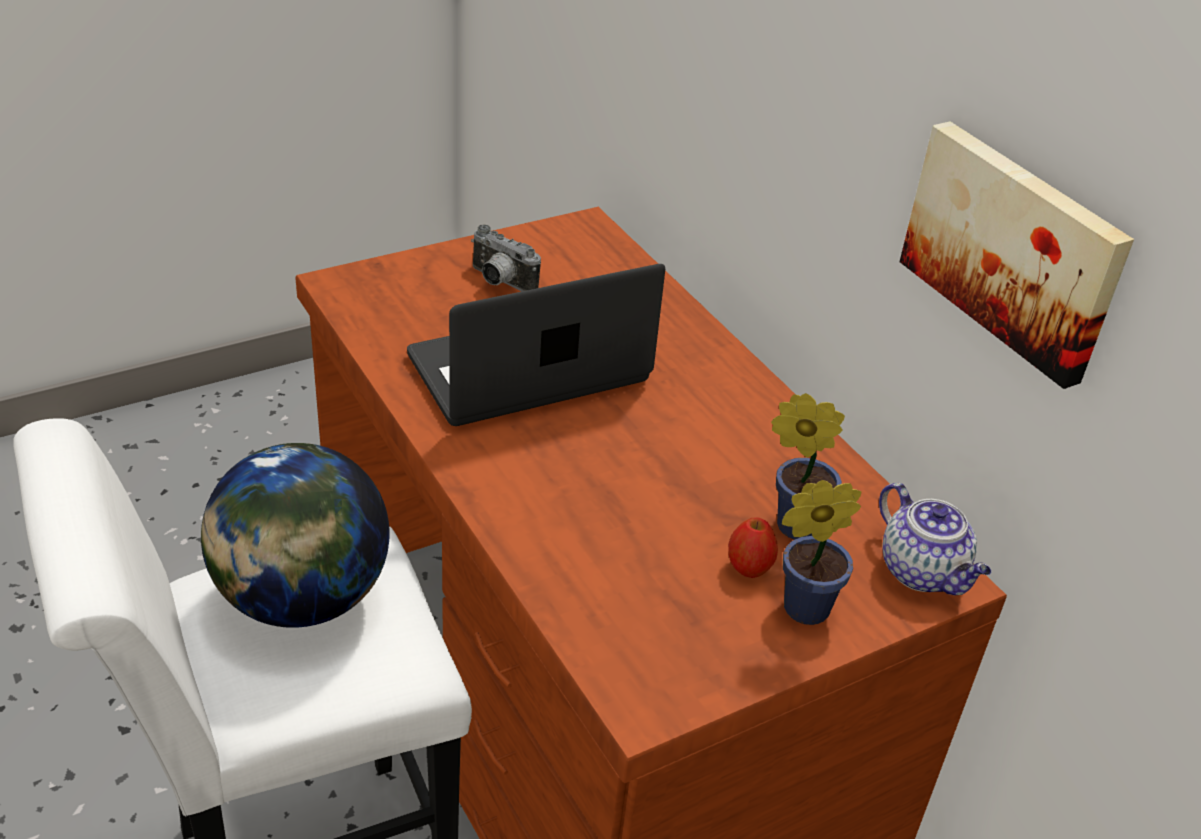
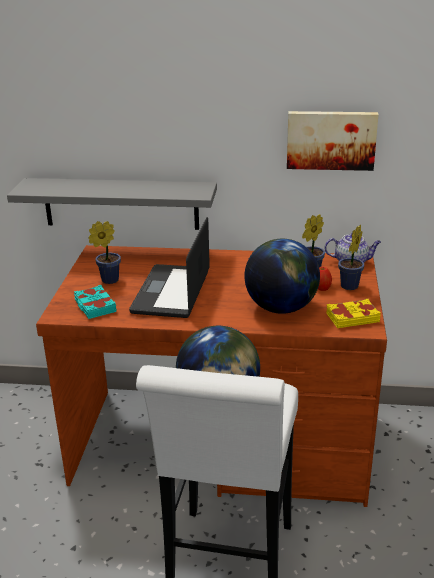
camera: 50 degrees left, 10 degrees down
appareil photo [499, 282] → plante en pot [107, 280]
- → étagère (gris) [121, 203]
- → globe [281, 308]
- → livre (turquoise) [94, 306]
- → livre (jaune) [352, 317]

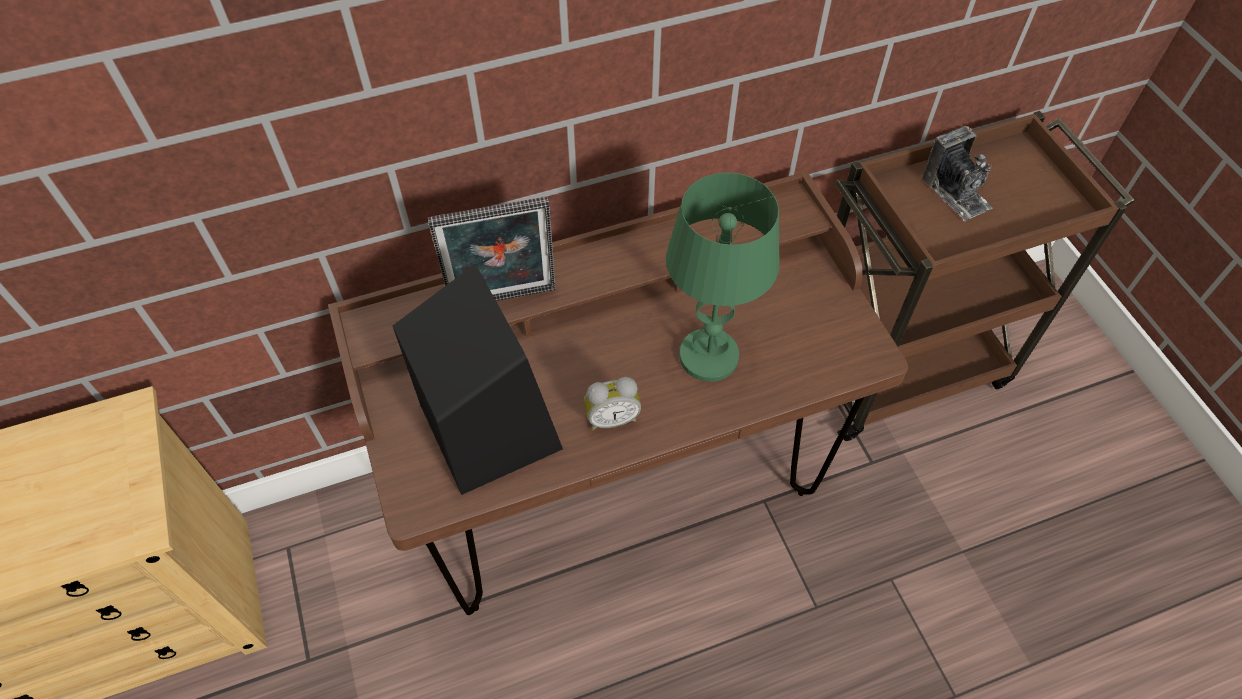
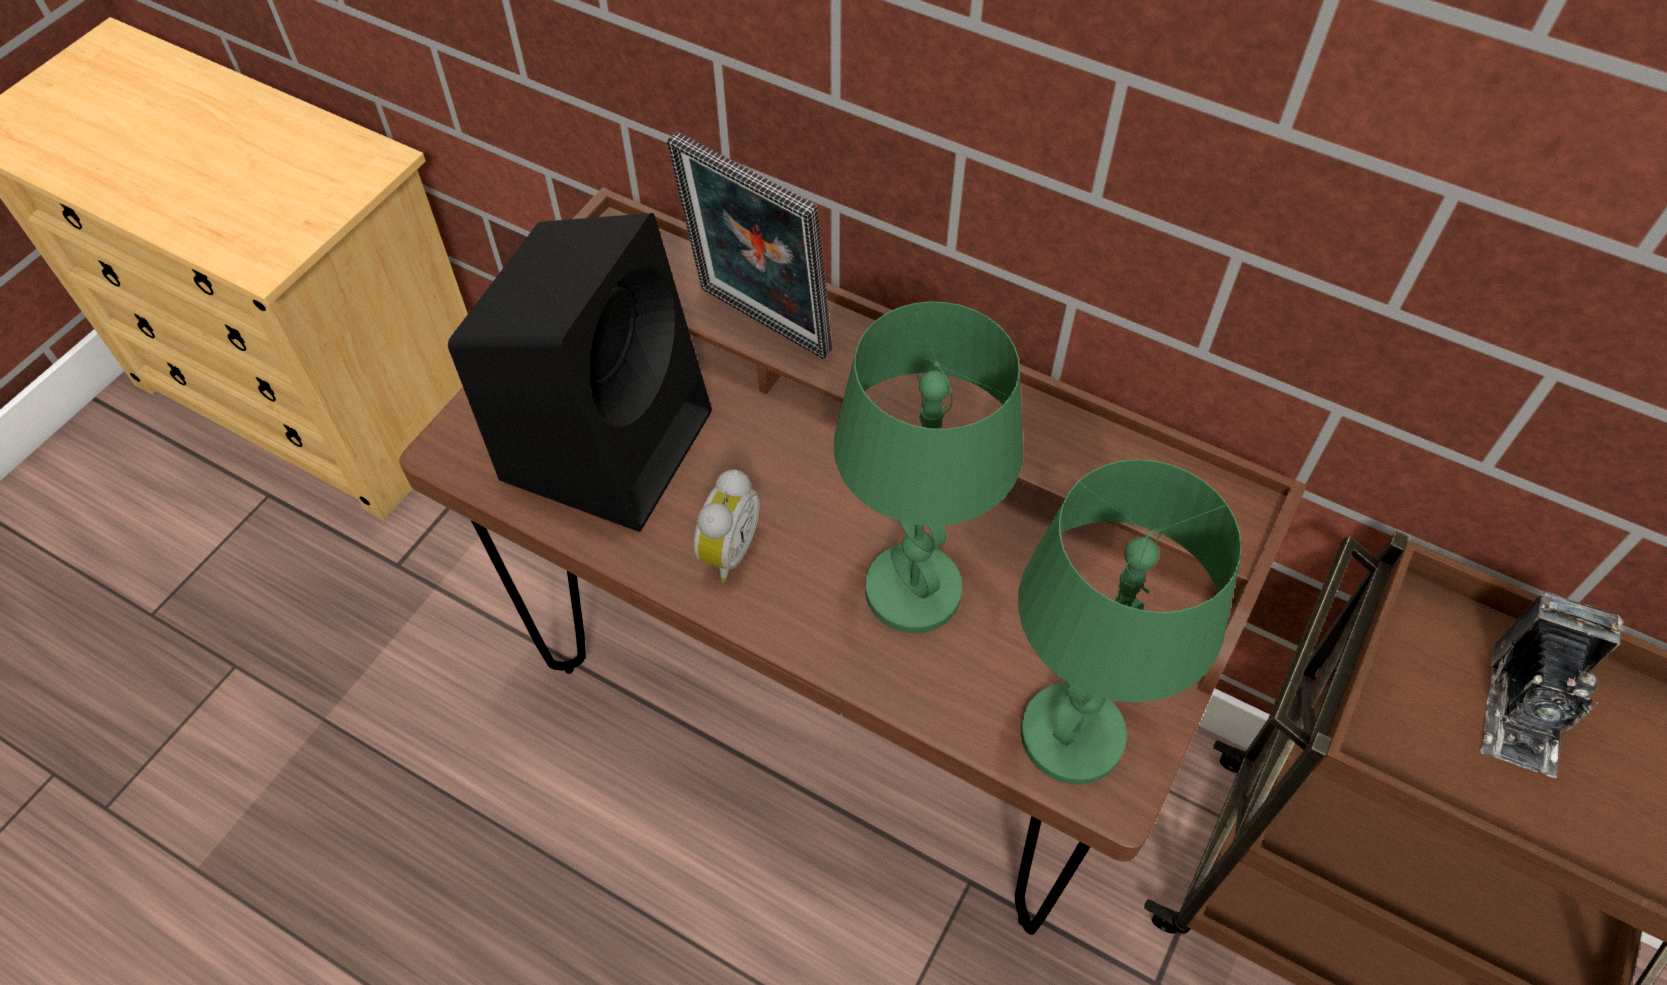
camera: 50 degrees right, 0 degrees up
réveil [611, 418] → réveil [725, 550], 105 degrees counterclockwise
- → lampe de table (vert) [1072, 733]

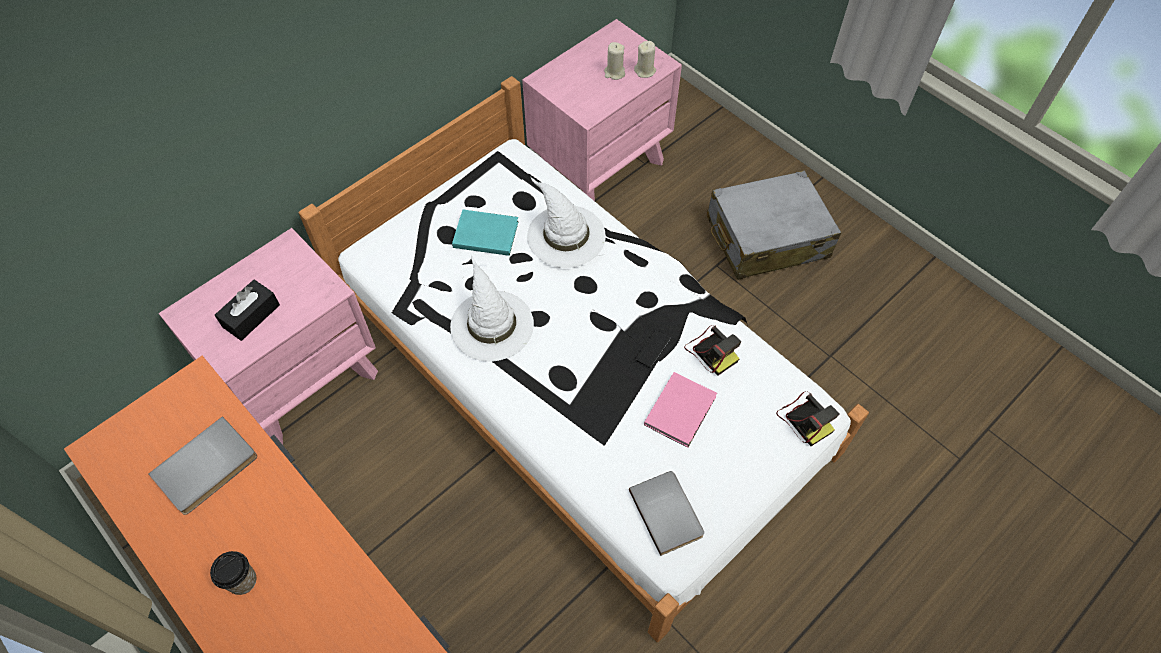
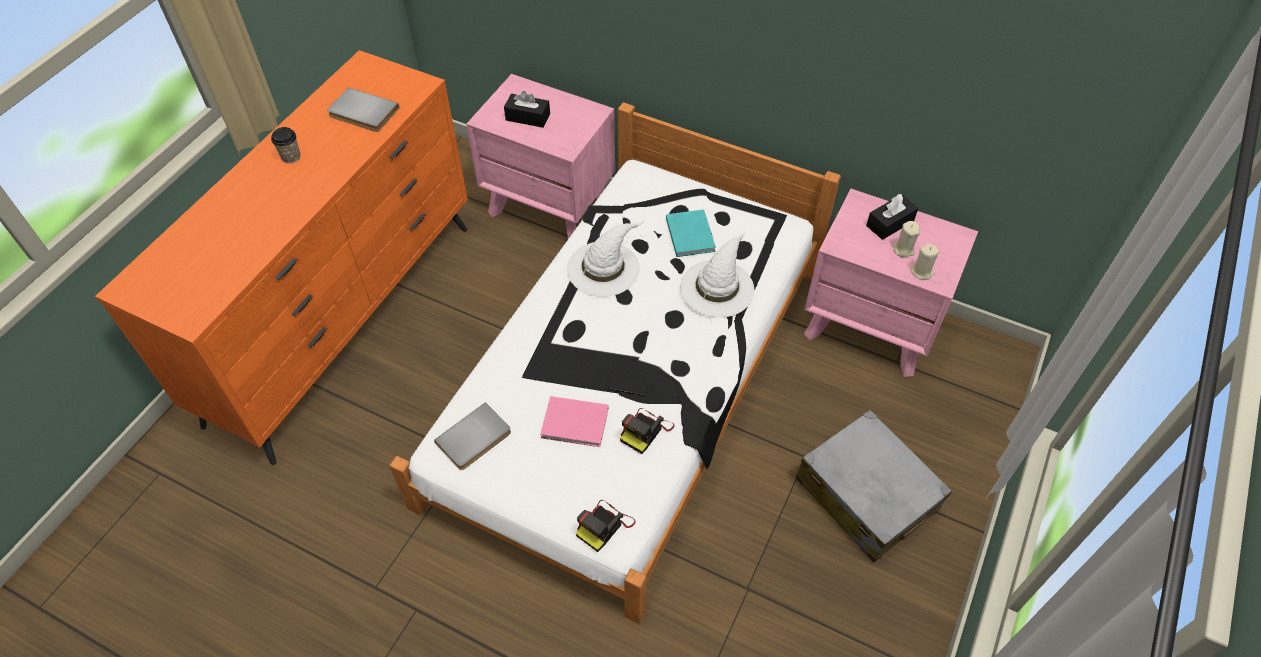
camera: 70 degrees right, 5 degrees down
- → boîte à mouchoirs (noir) [890, 223]

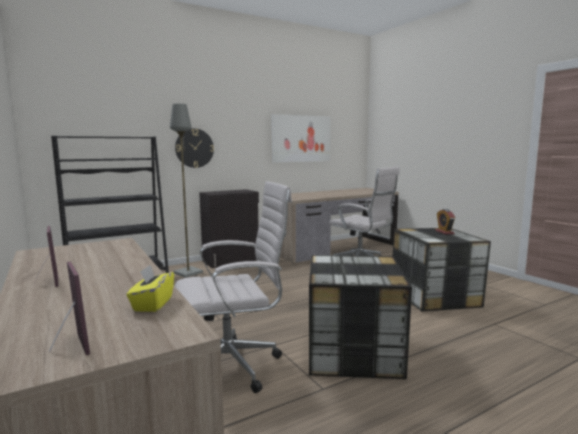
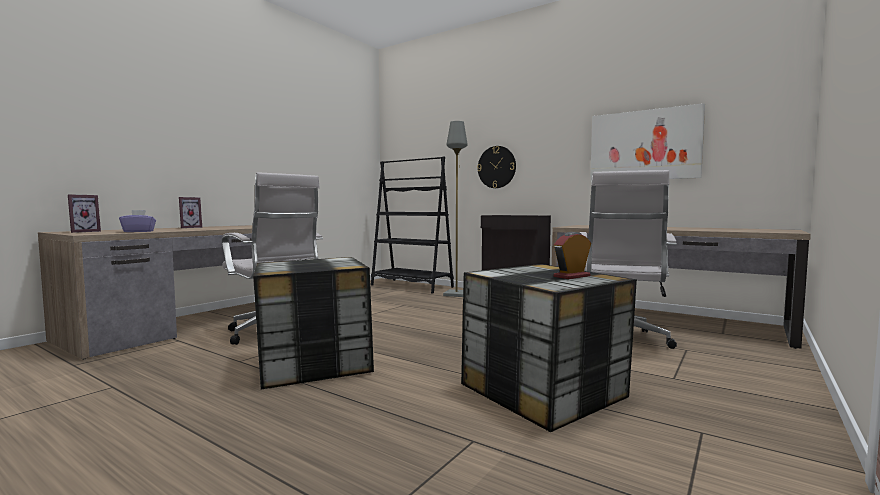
camera: 65 degrees right, 5 degrees down
boîte à mouchoirs (jaune) [152, 304] → boîte à mouchoirs (violet) [139, 231]

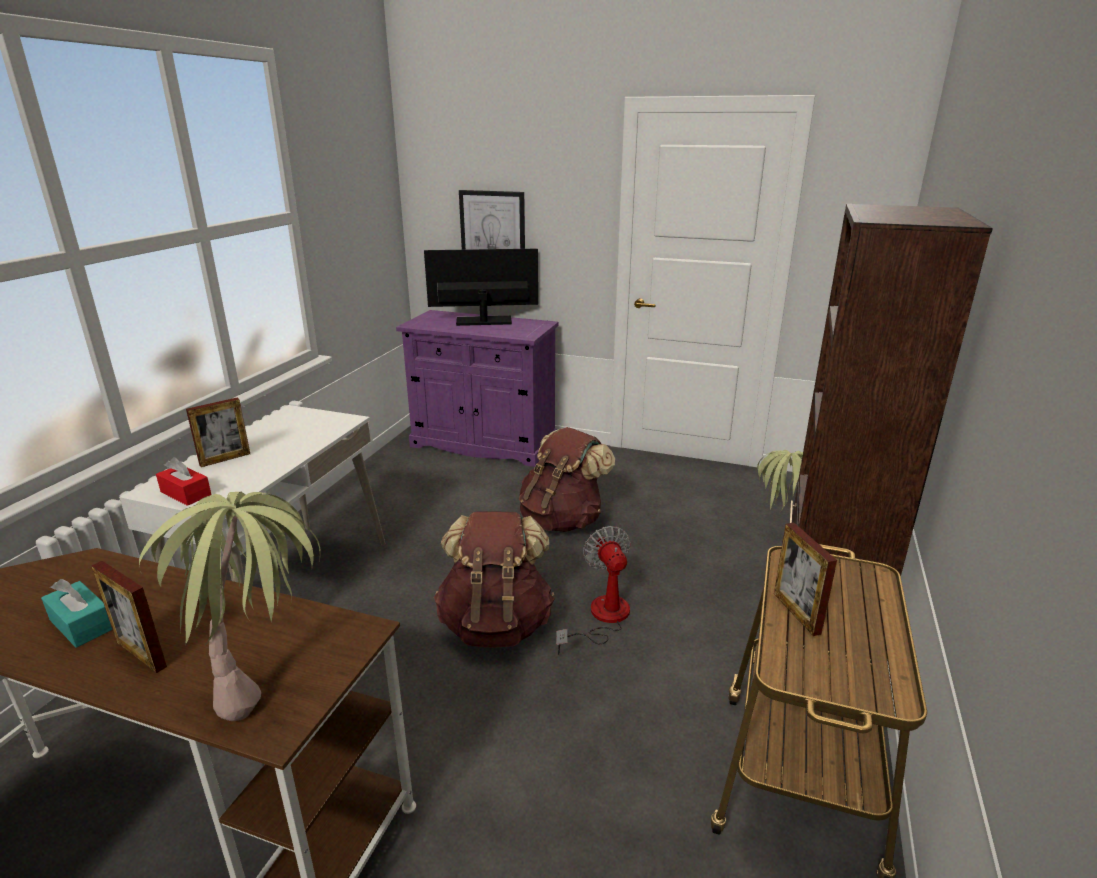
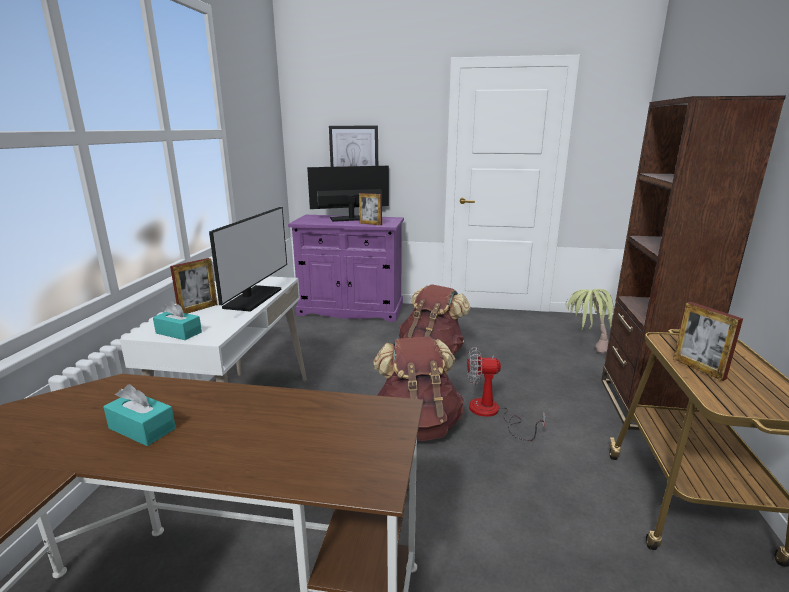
camera: 10 degrees left, 5 degrees down
boîte à mouchoirs (rouge) [186, 493] → boîte à mouchoirs (turquoise) [178, 332]
plante en pot [263, 674] → -
ventilateur [601, 618] → ventilateur [492, 413], 60 degrees counterclockwise
cadre photo [141, 654] → cadre photo [370, 224], moved
- → écran d'ordinateur [253, 298]

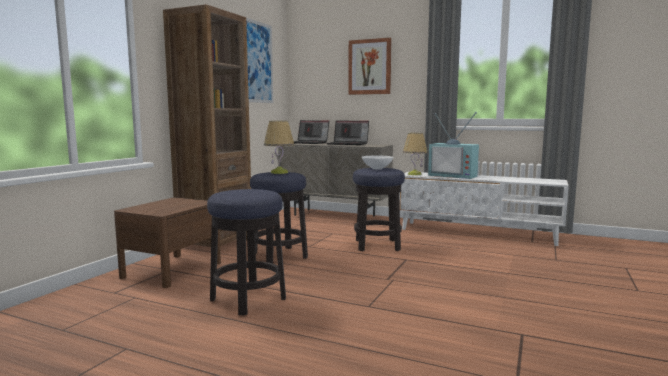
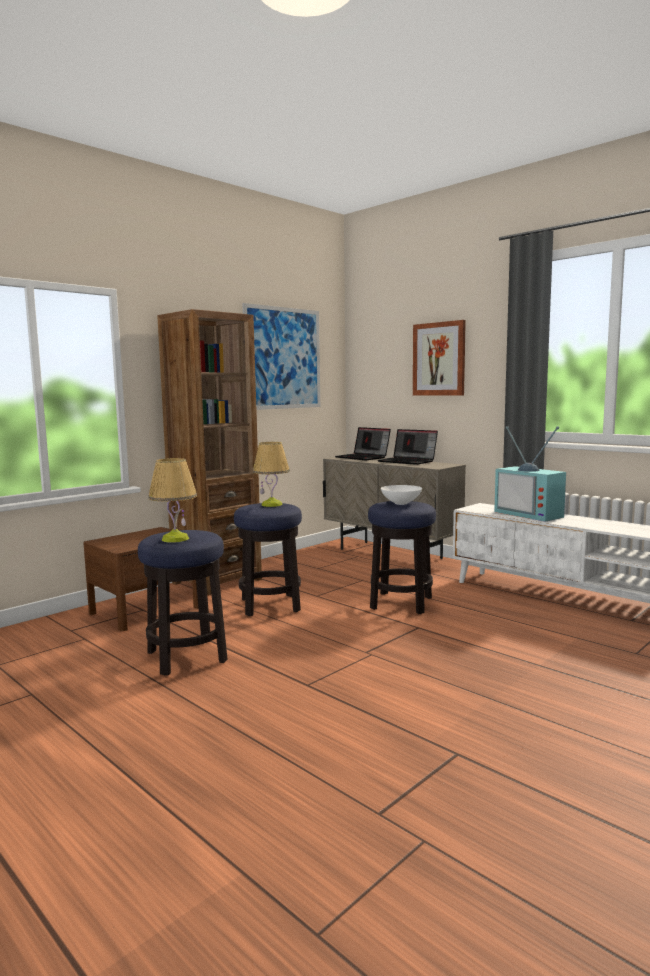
camera: 20 degrees right, 0 degrees up
lampe de table [414, 174] → lampe de table [175, 539], moved

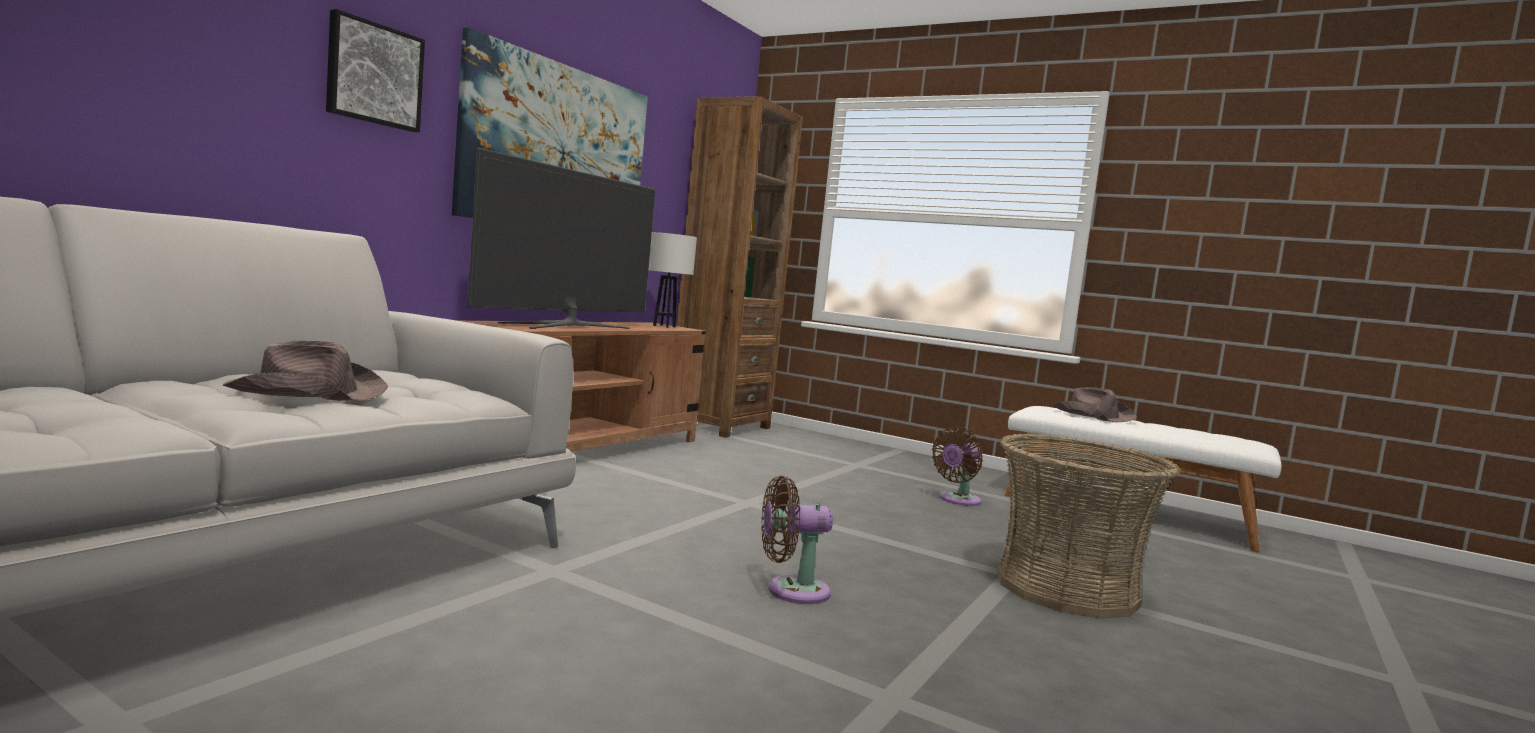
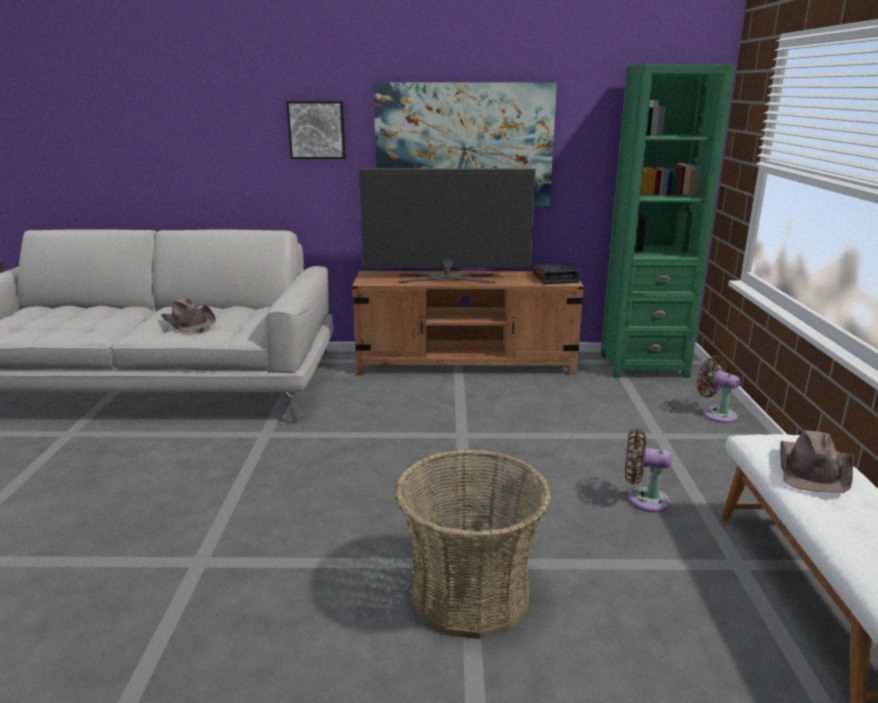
camera: 60 degrees right, 15 degrees up
bibliothèque (marron) [719, 426] → bibliothèque (vert) [643, 365]
lampe de table (blanc) [664, 326] → réveil [555, 278]
ventilateur (marron) [791, 591] → ventilateur (marron) [716, 414], moved

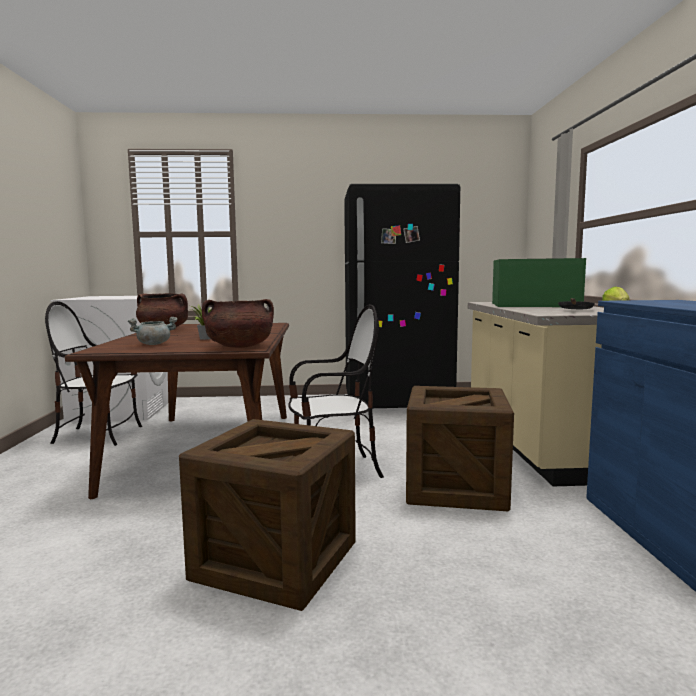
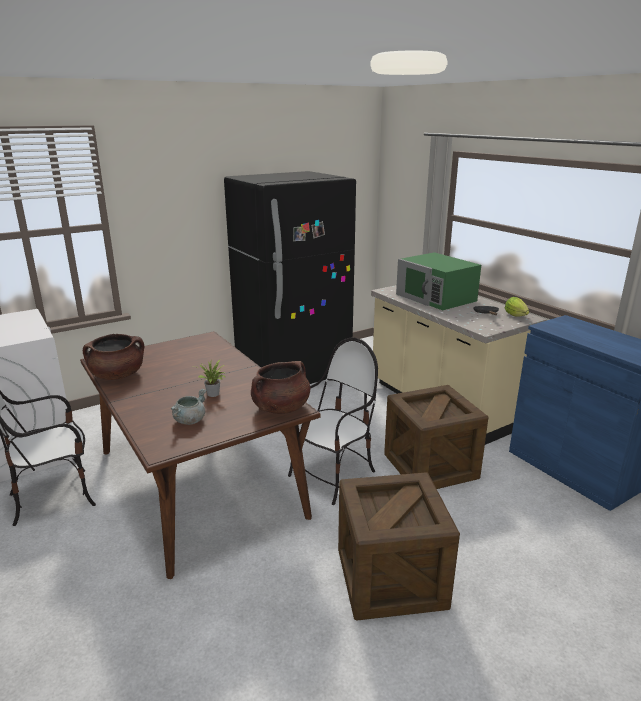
camera: 30 degrees left, 15 degrees up
micro-ondes (vert) [533, 305] → micro-ondes (vert) [436, 297], 105 degrees counterclockwise

